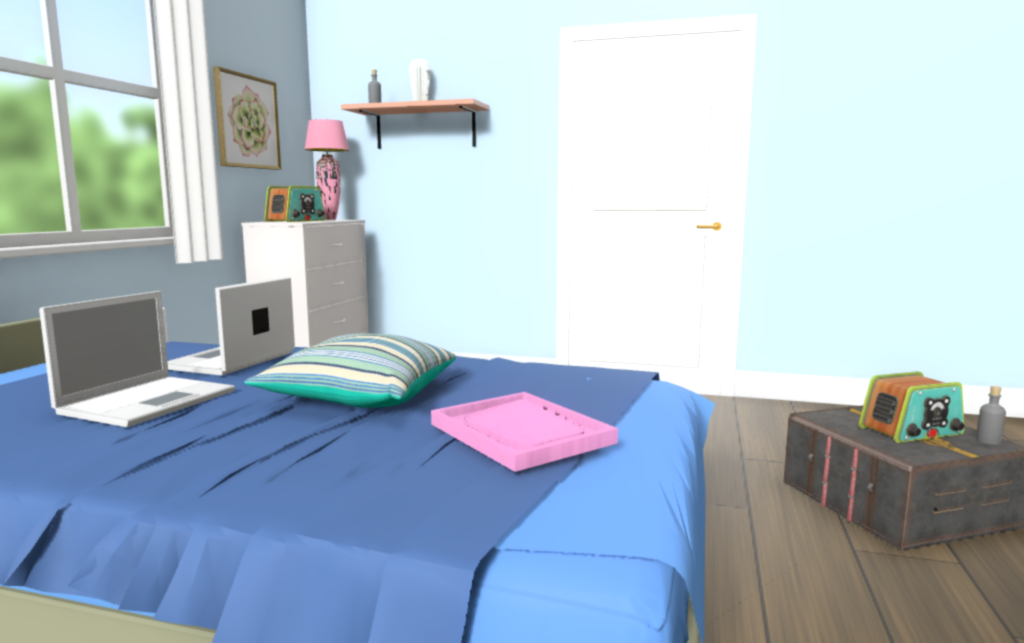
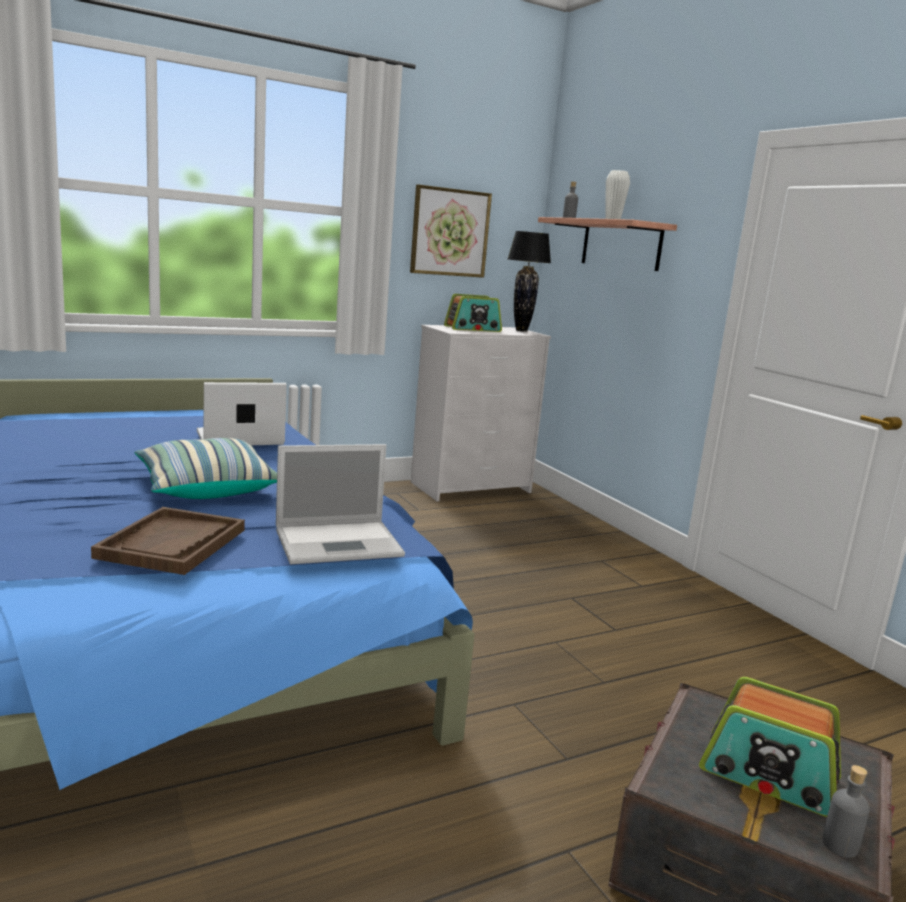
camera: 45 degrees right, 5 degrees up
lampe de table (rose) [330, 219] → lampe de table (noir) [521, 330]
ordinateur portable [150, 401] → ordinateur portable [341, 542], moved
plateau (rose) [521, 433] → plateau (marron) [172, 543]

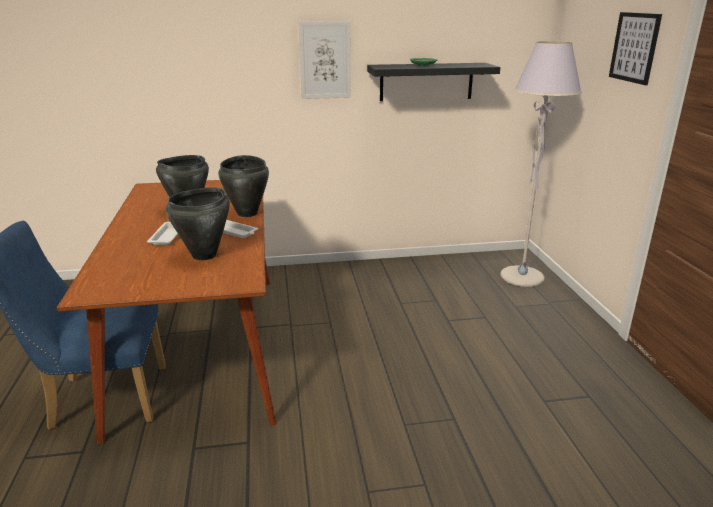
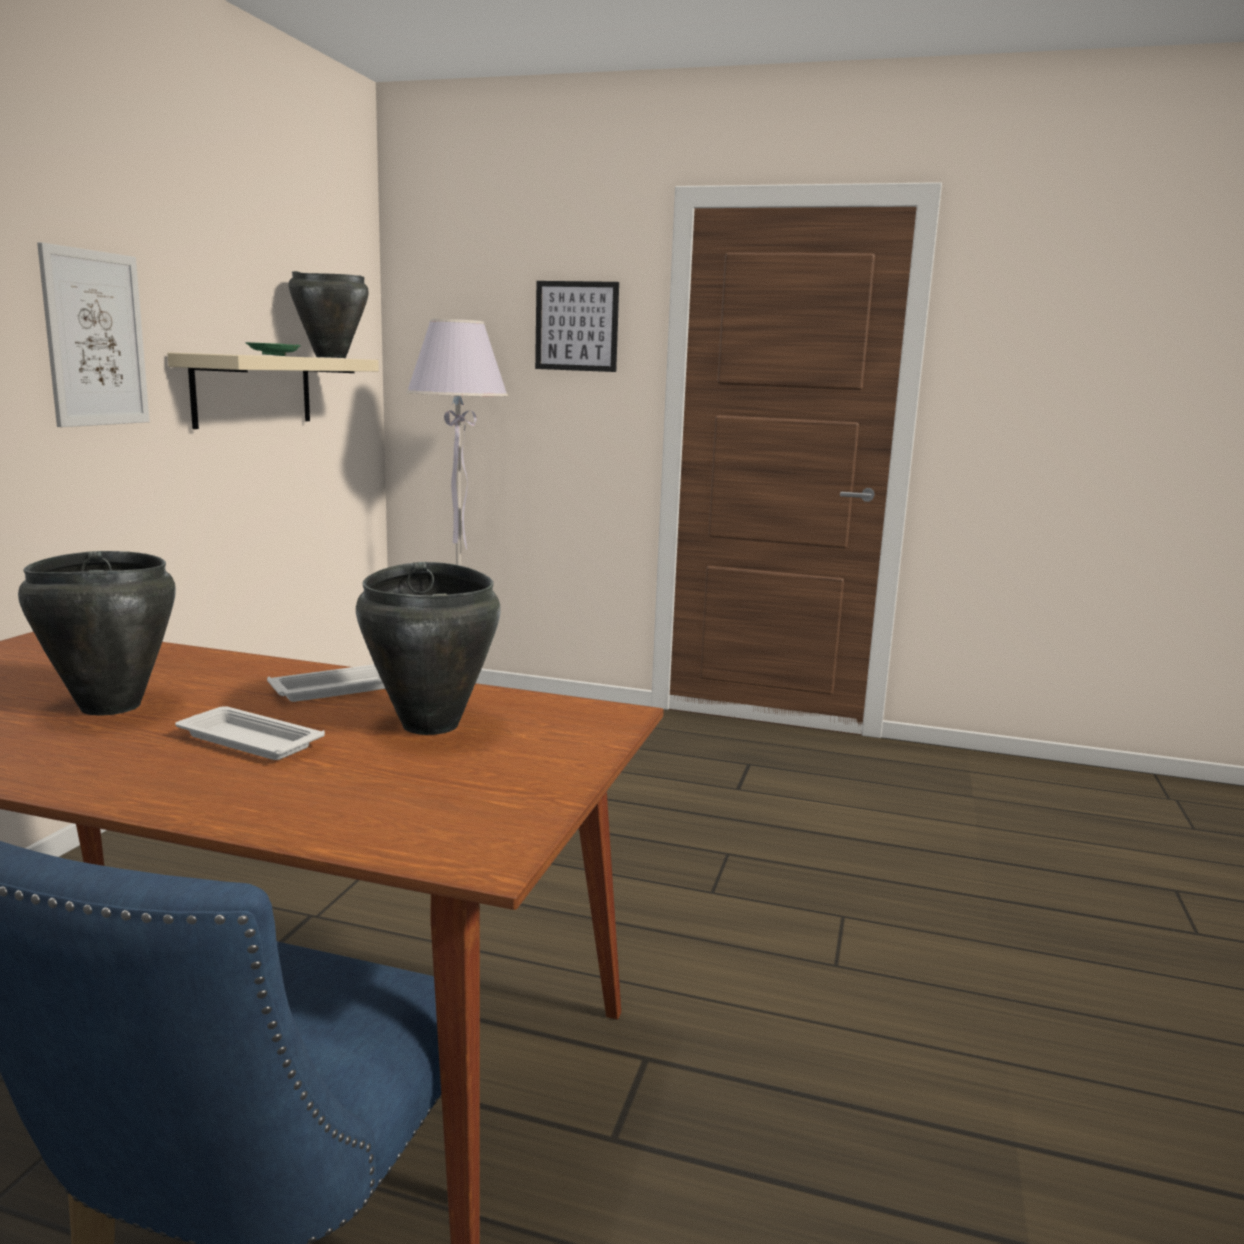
camera: 65 degrees left, 10 degrees down
étagère (noir) [426, 82] → étagère (beige) [253, 390]
marmite (noir) [247, 213] → marmite (noir) [330, 357], moved

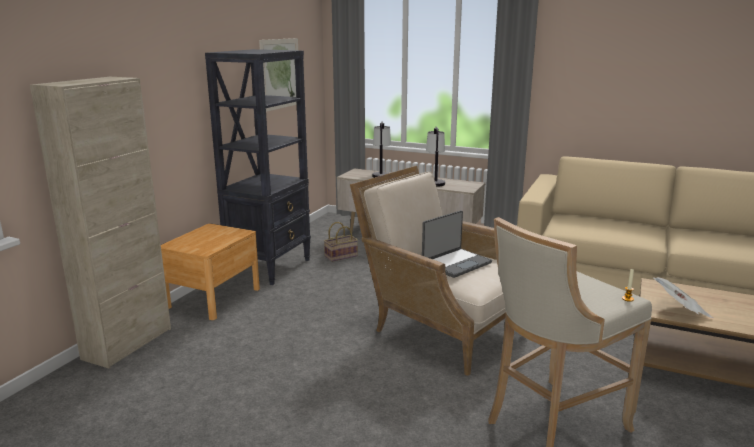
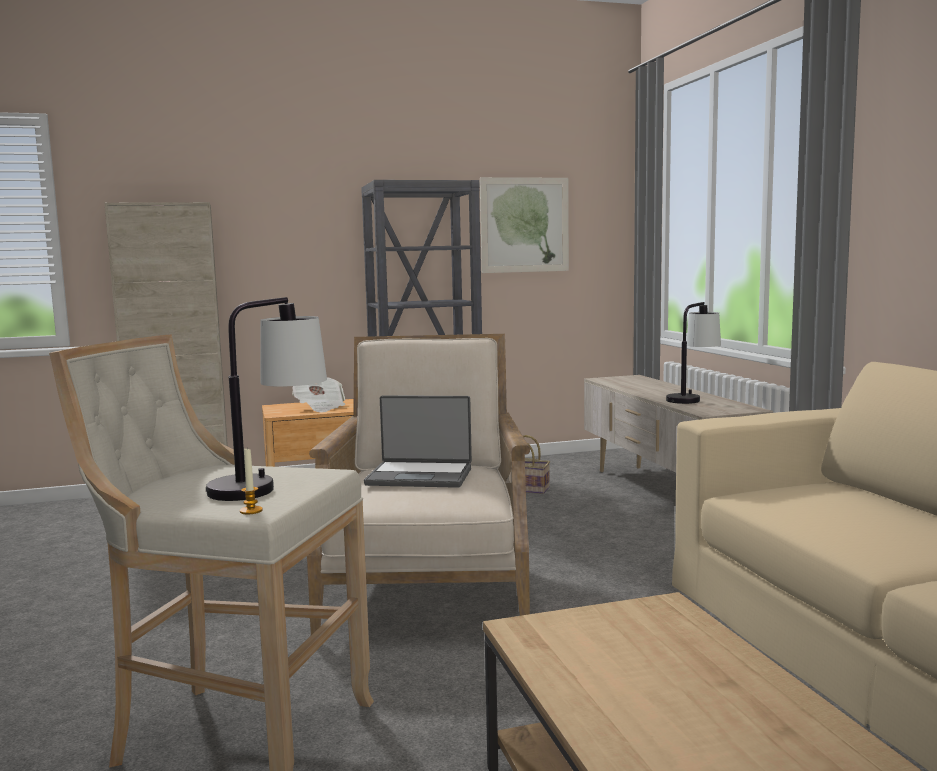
camera: 50 degrees right, 10 degrees down
lampe de table [381, 174] → lampe de table [270, 485], moved
journal [680, 311] → journal [319, 407], moved

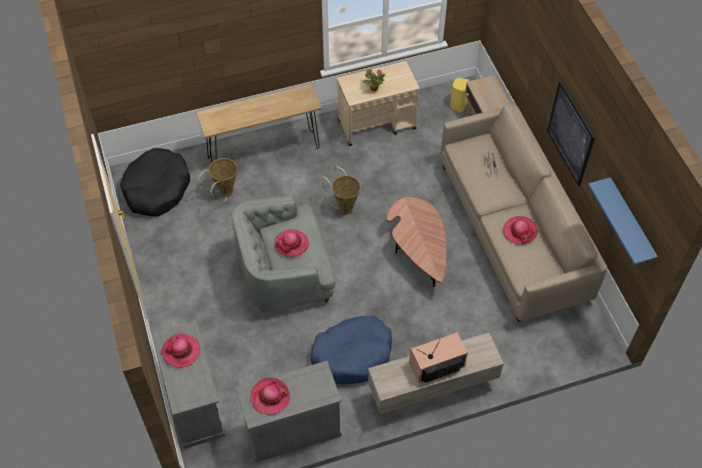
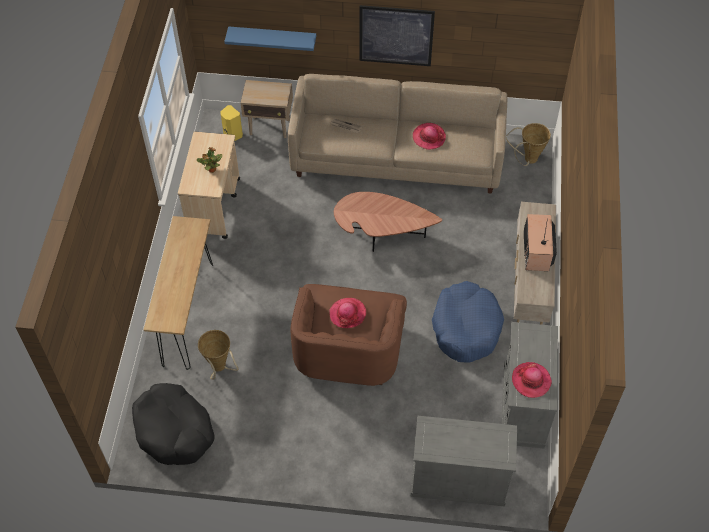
camera: 65 degrees left, 0 degrees up
panier [344, 207] → panier [527, 159], moved
étagère (bleu) [631, 222] → étagère (bleu) [272, 37], moved
fauteuil (gris) [285, 273] → fauteuil (marron) [348, 349]
chapeau [181, 351] → -

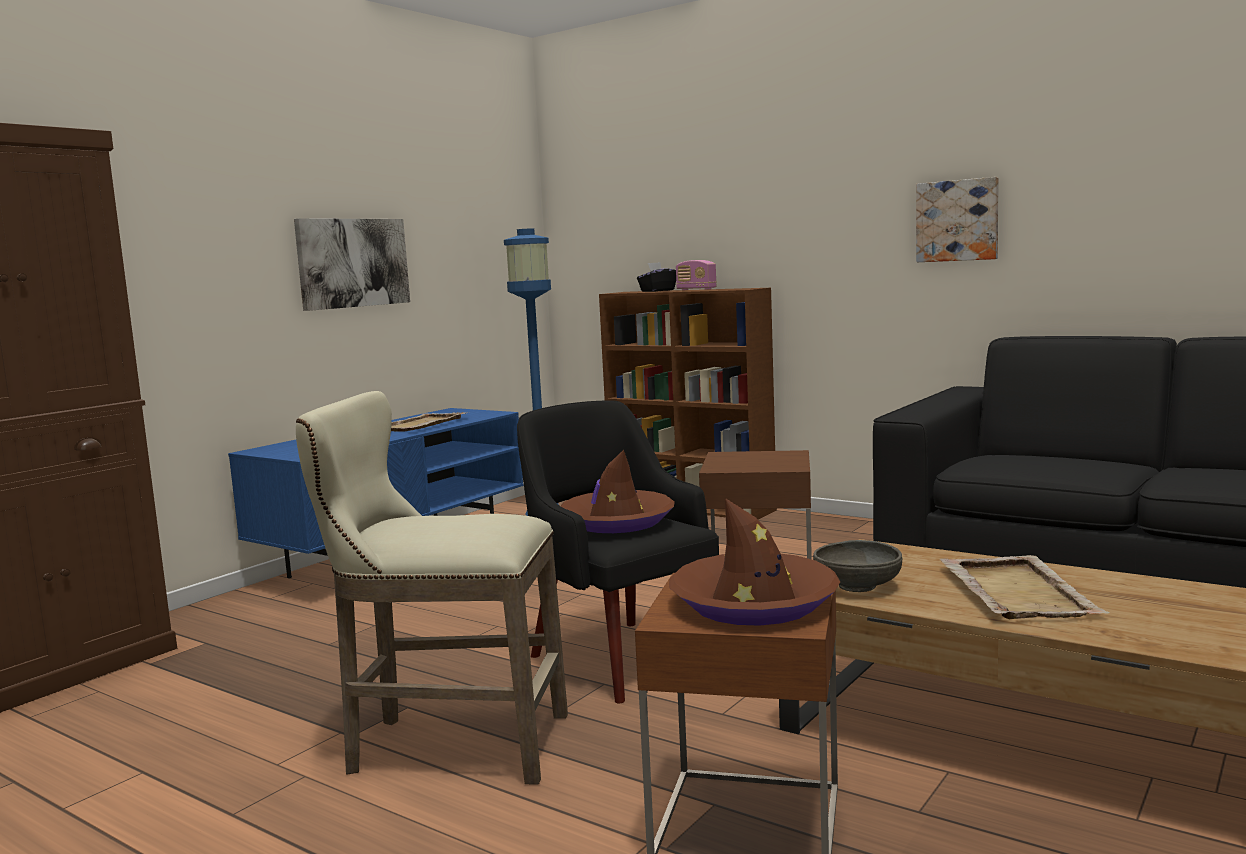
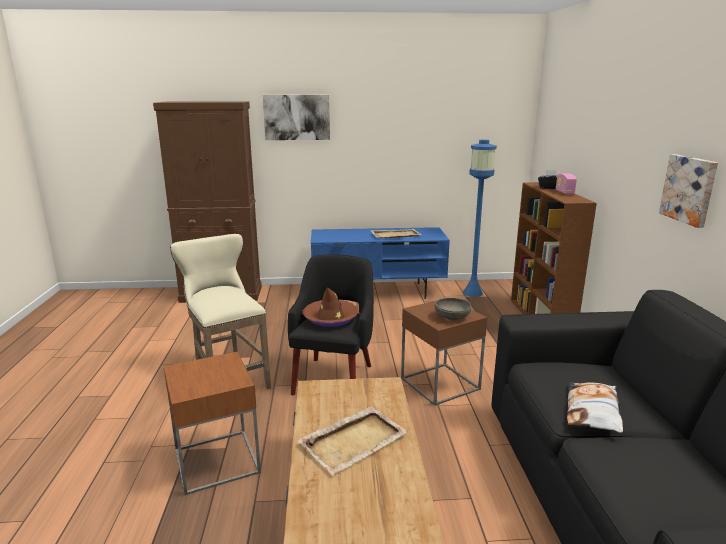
camera: 50 degrees right, 10 degrees up
tableau [352, 263] → tableau [297, 117], moved
chapeau (marron) [754, 603] → -
bol (gris) [858, 586] → bol (gris) [452, 317], moved
- → coussin [593, 412]

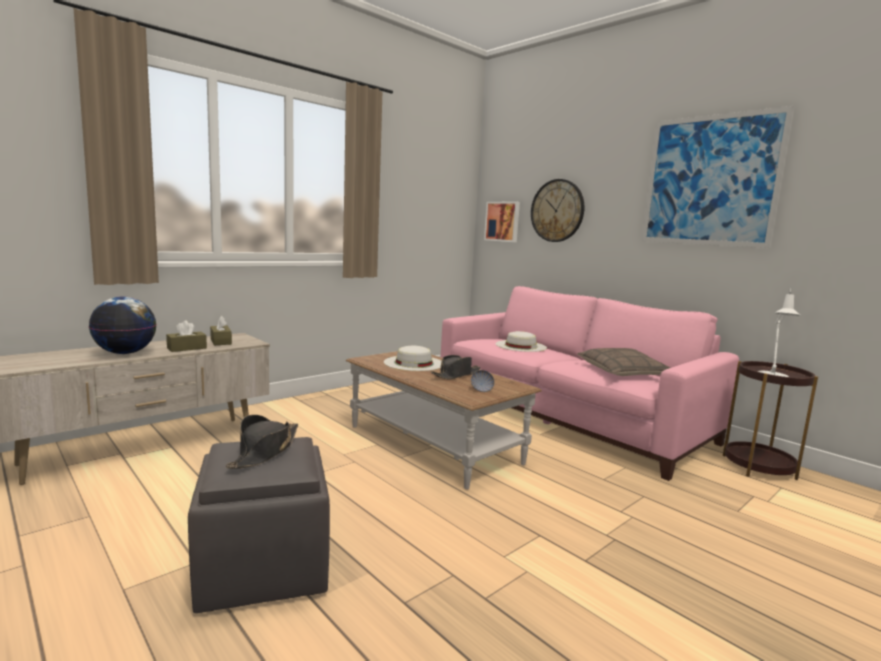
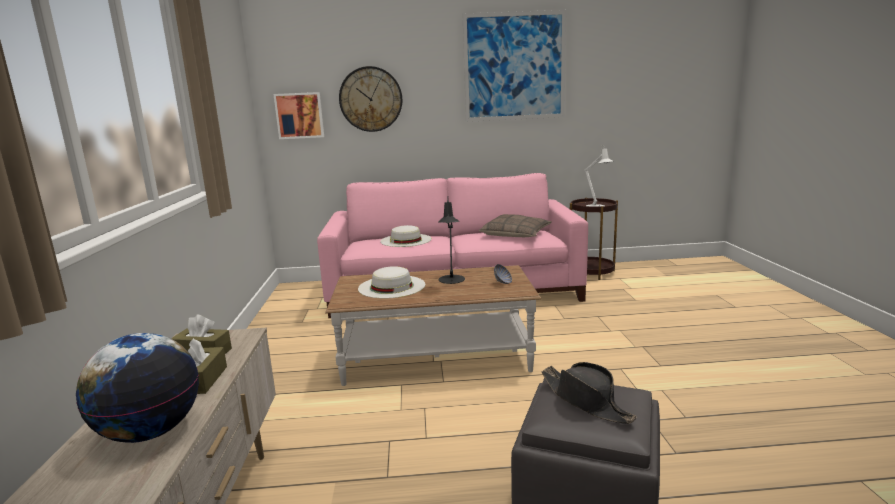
camera: 50 degrees left, 5 degrees up
chapeau (noir) [456, 375] → lampe de table (noir) [451, 280]

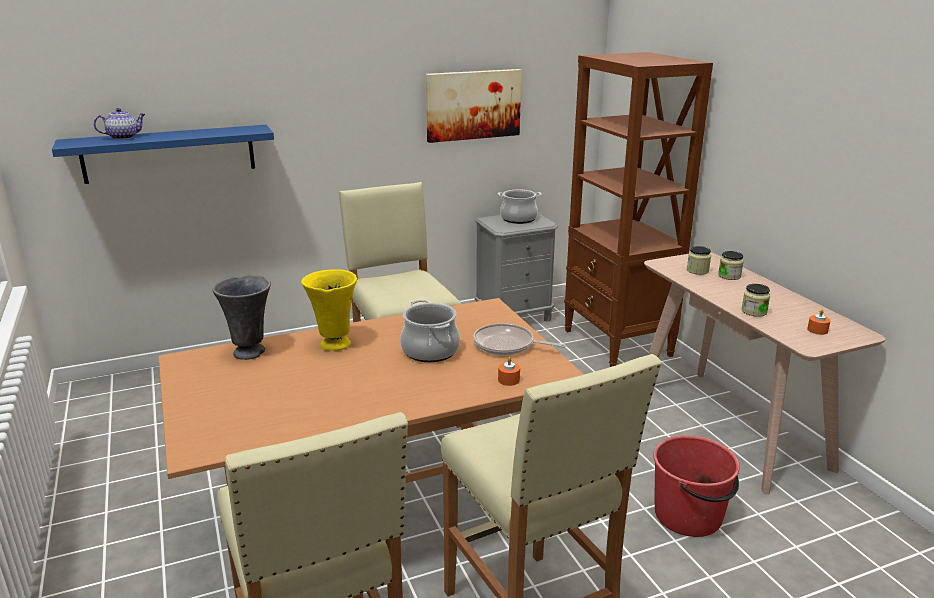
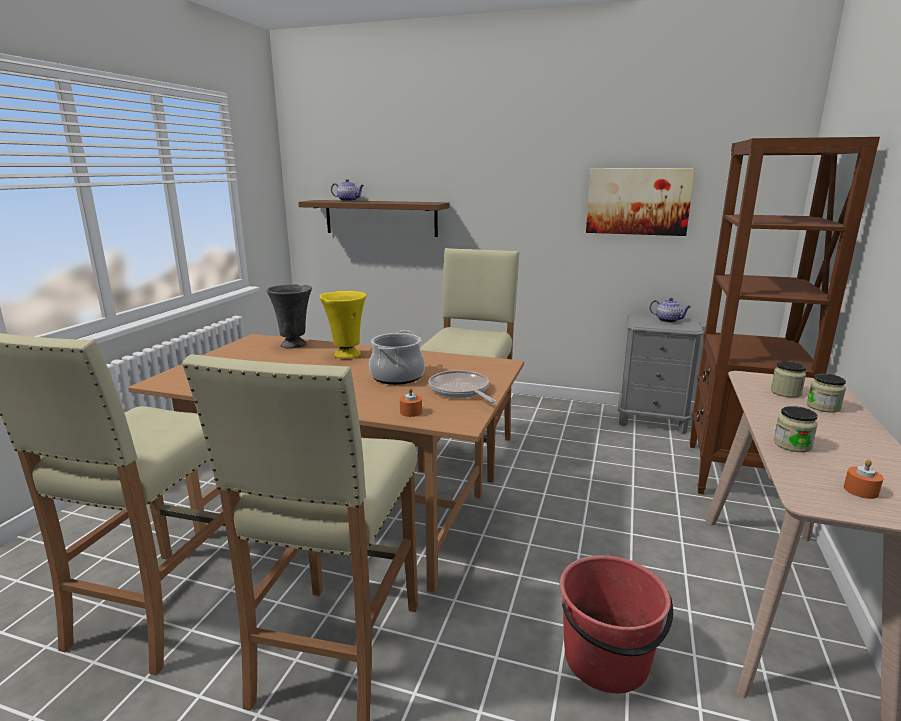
camera: 40 degrees right, 5 degrees down
étagère (bleu) [169, 153] → étagère (marron) [380, 218]
marmite [518, 219] → théière [668, 320]

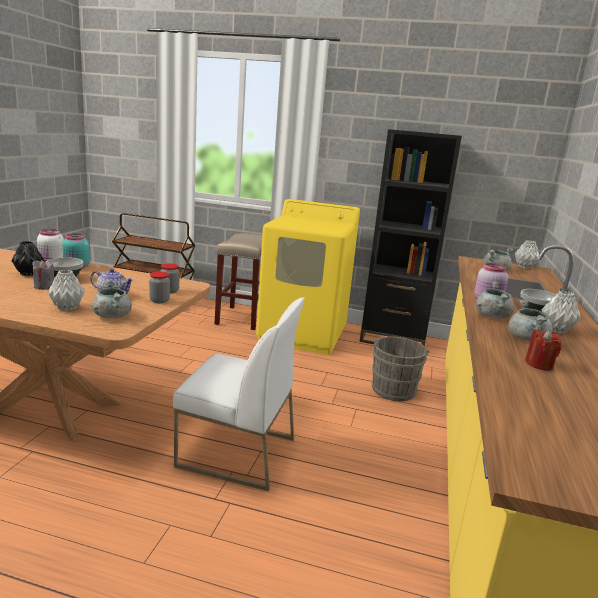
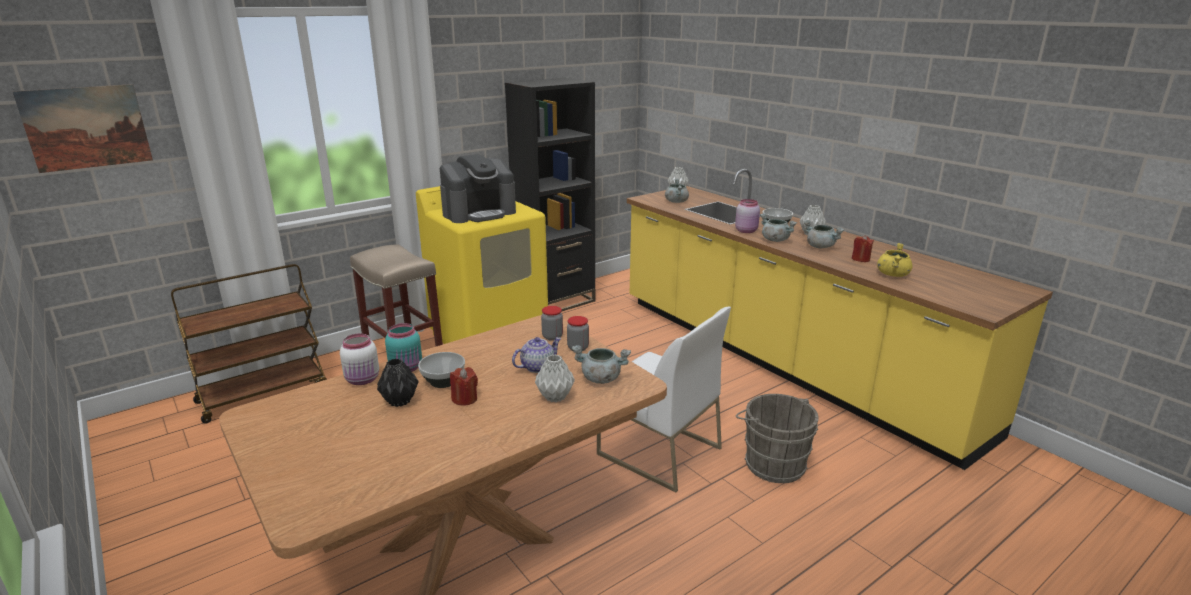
camera: 50 degrees left, 5 degrees up
bougie (gris) [44, 286] → bougie (rouge) [465, 399]
chaise (blanc) [236, 452] → chaise (blanc) [658, 451], 75 degrees clockwise
seau (gris) [394, 389] → seau (gris) [772, 463], moved
- → tableau [86, 127]
- → machine à café [479, 213]
- → marmite (jaune) [892, 274]

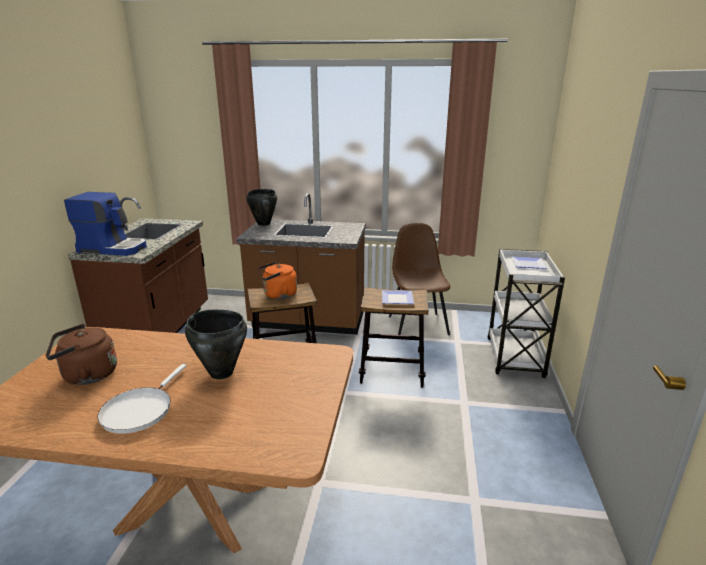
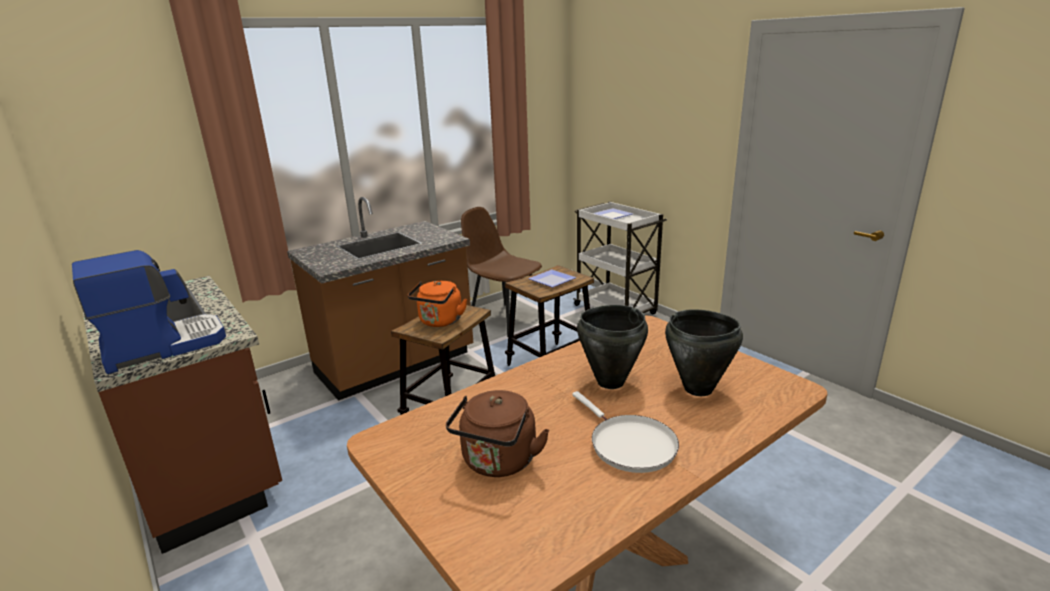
camera: 45 degrees left, 0 degrees up
marmite (noir) [263, 224] → marmite (noir) [698, 389], moved

